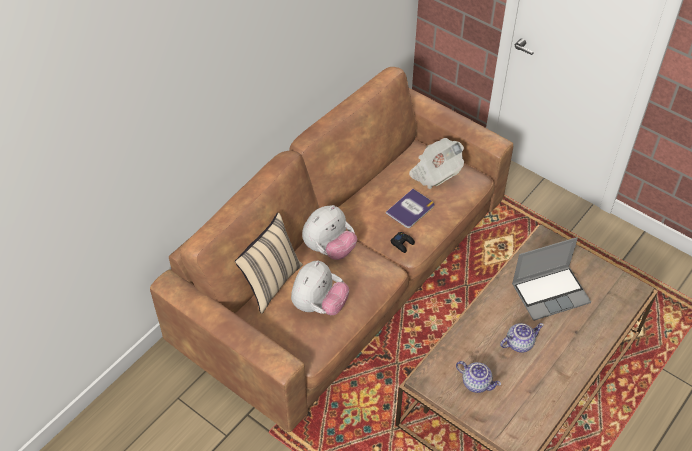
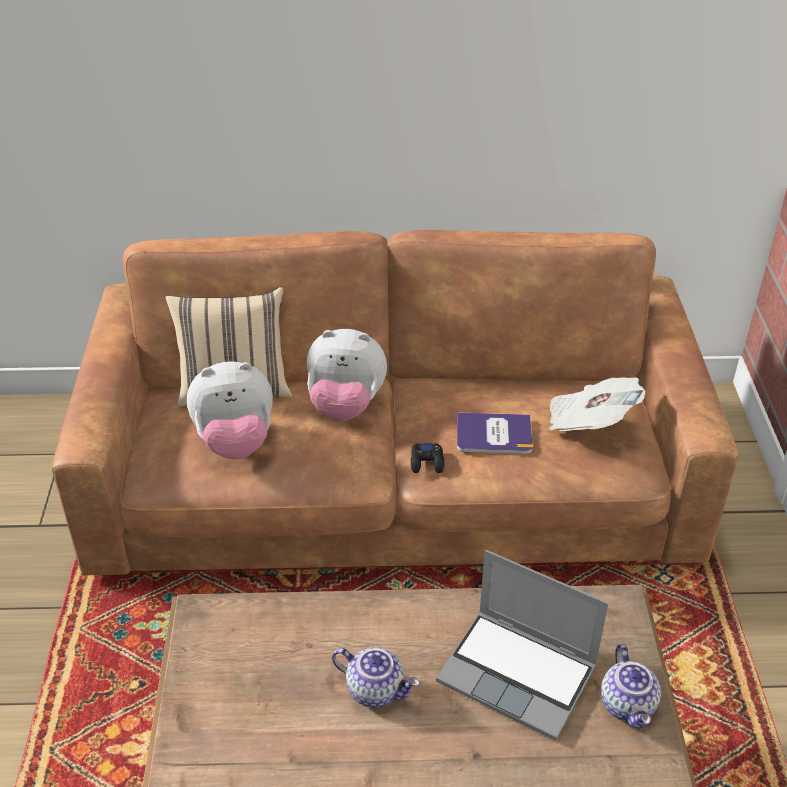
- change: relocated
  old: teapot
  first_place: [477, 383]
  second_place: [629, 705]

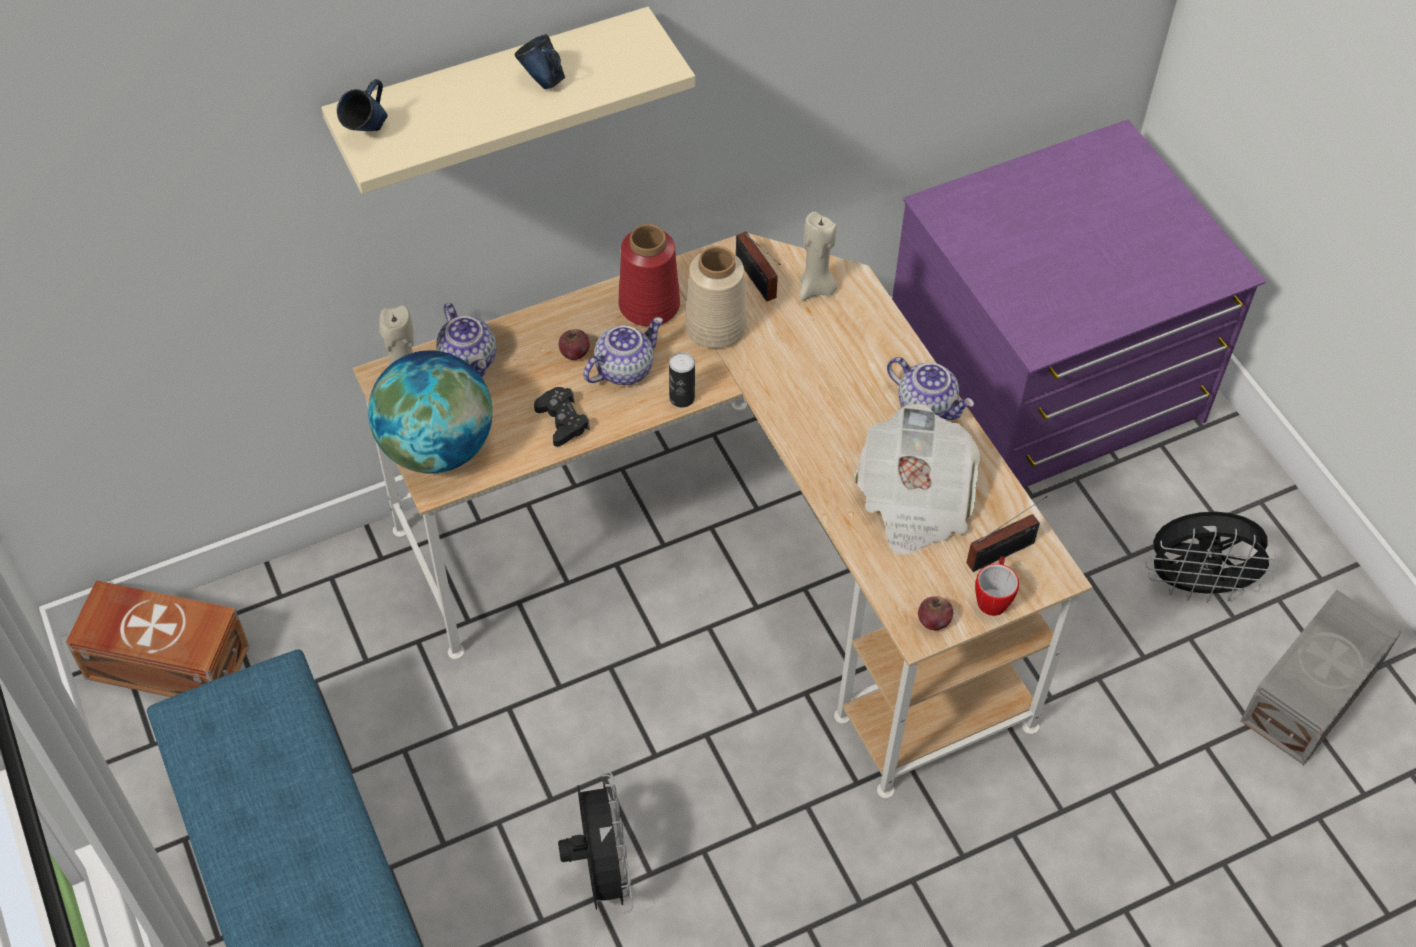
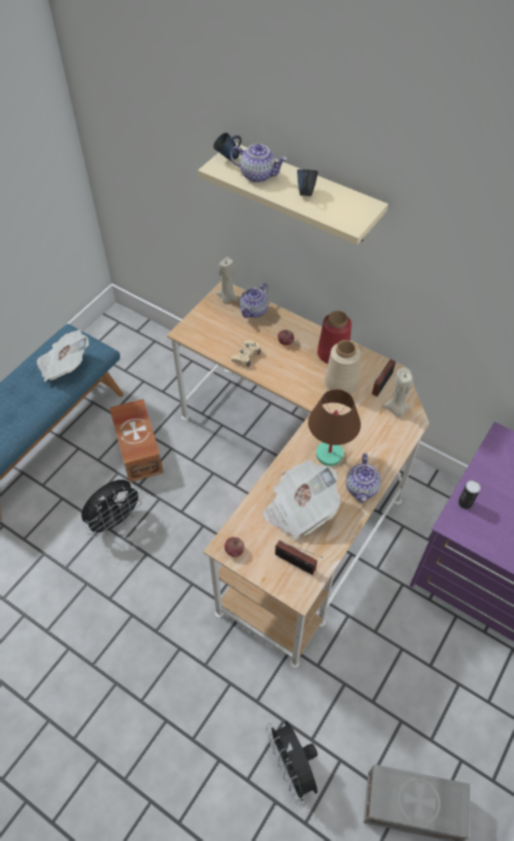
- change: relocated
  old: storage box/brown
  first_place: [166, 660]
  second_place: [139, 448]
- change: missing
  old: globe
  first_place: [437, 448]
- change: colour
  old: game controller/black
  new: game controller/beige
  first_place: [562, 421]
  second_place: [246, 356]
- change: relocated
  old: teapot
  first_place: [624, 368]
  second_place: [258, 175]
- change: relocated
  old: can
  first_place: [682, 398]
  second_place: [465, 503]
- change: missing
  old: mug
  first_place: [993, 597]
- change: relocated
  old: fan/black
  first_place: [1197, 586]
  second_place: [292, 767]
- change: appeared
  new: newspaper
  second_place: [64, 365]
- change: appeared
  new: table lamp/brown
  second_place: [330, 454]

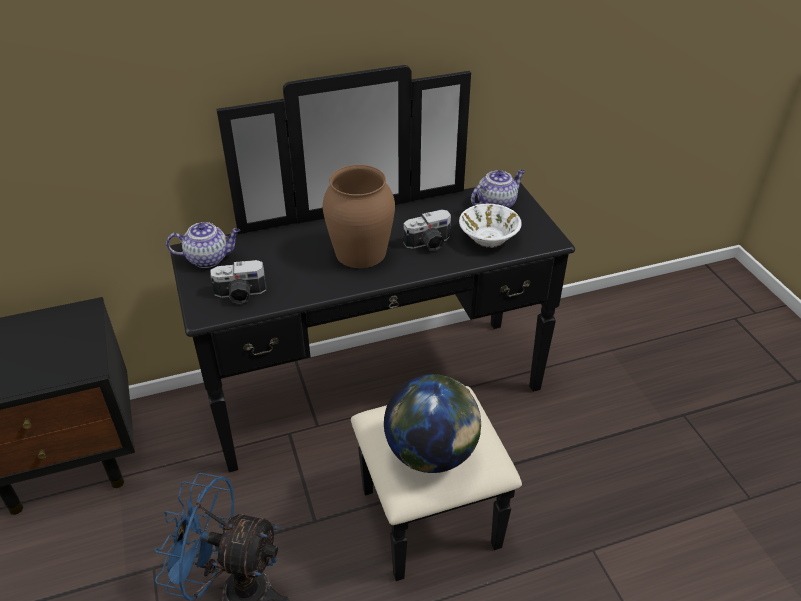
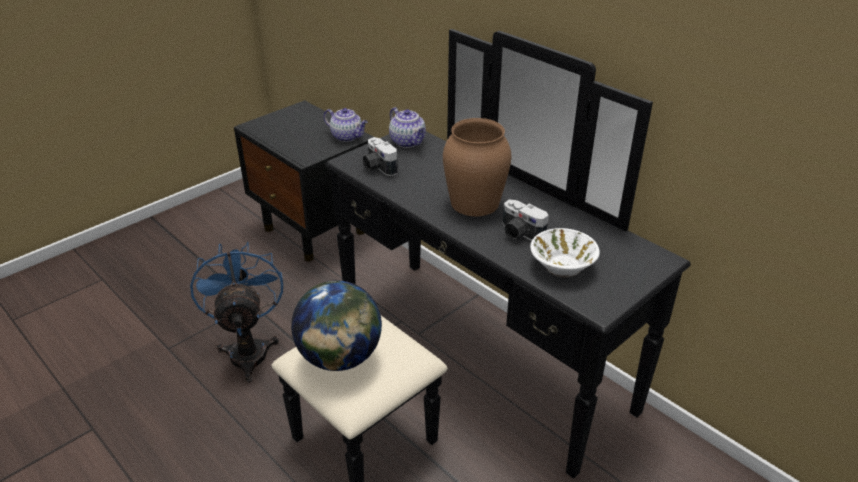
- change: relocated
  old: teapot
  first_place: [496, 204]
  second_place: [347, 137]

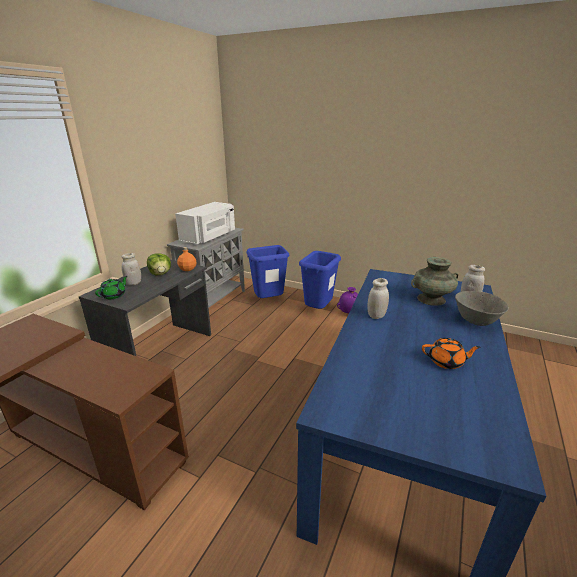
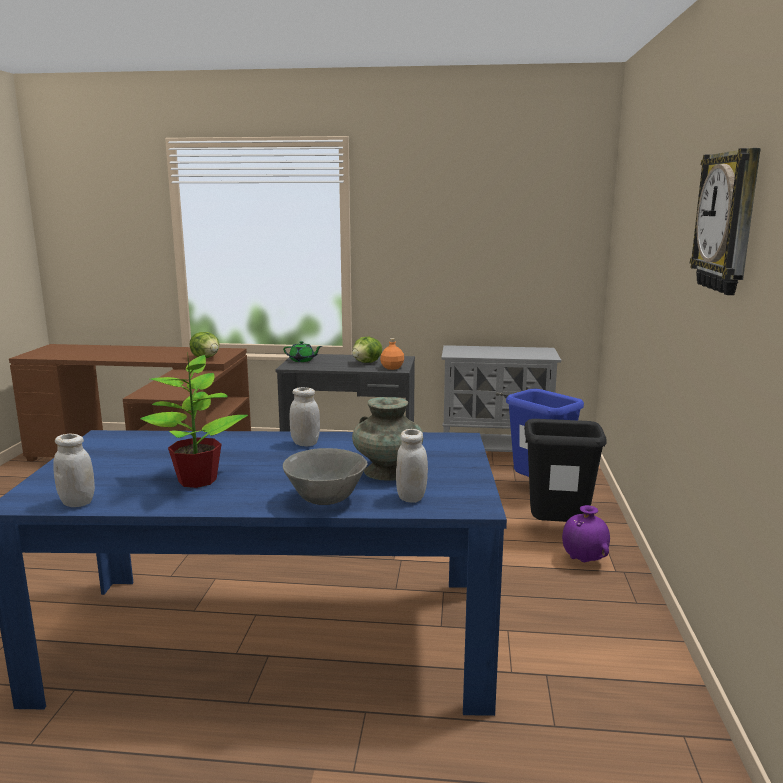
- change: relocated
  old: jar/white
  first_place: [133, 283]
  second_place: [77, 502]
- change: missing
  old: microwave/white
  first_place: [209, 237]
- change: colour
  old: trash can/blue
  new: trash can/black
  first_place: [318, 310]
  second_place: [558, 531]
- change: exchanged
  old: teapot/orange
  new: potted plant
  first_place: [446, 362]
  second_place: [197, 480]
- change: appeared
  new: lettuce
  second_place: [206, 357]
- change: appeared
  new: wall clock
  second_place: [728, 222]

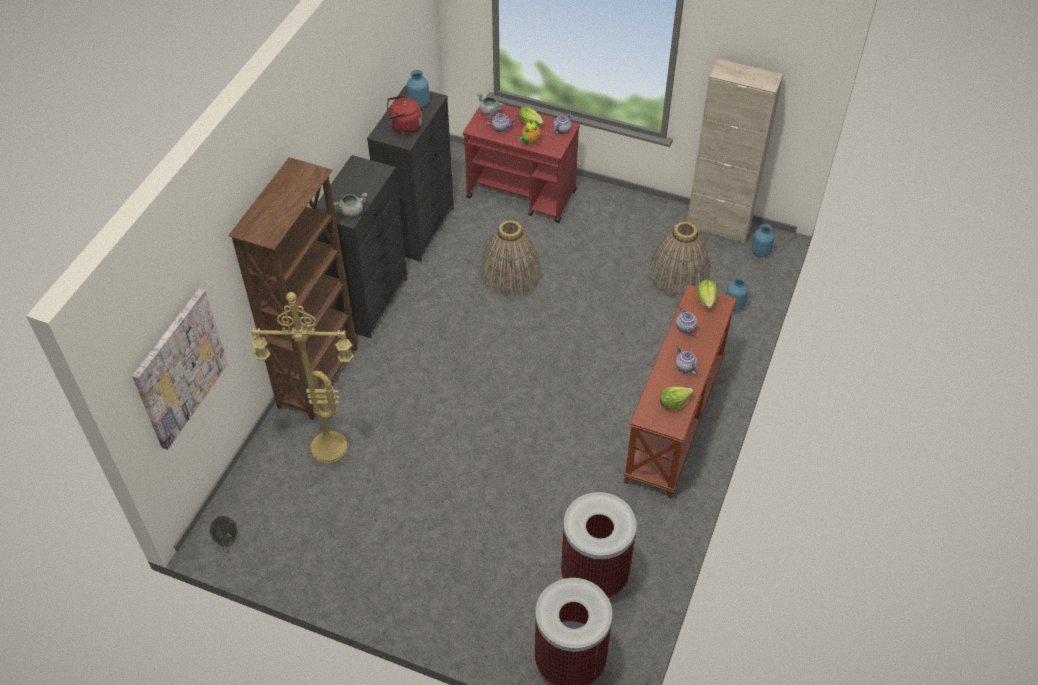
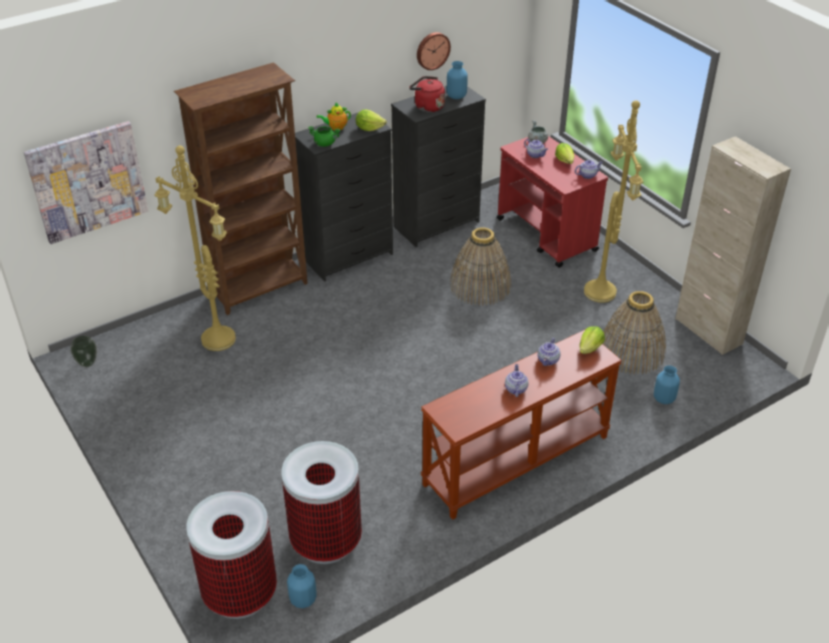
- change: colour
  old: cooking pot/grey
  new: cooking pot/green
  first_place: [351, 211]
  second_place: [325, 143]
- change: relocated
  old: teapot
  first_place: [529, 141]
  second_place: [336, 127]
- change: relocated
  old: lettuce
  first_place: [673, 403]
  second_place: [369, 128]
- change: relocated
  old: vase/blue
  first_place: [760, 252]
  second_place: [303, 599]
- change: appeared
  new: wall clock
  second_place: [432, 50]
- change: appeared
  new: floor lamp/yellow
  second_place: [602, 293]

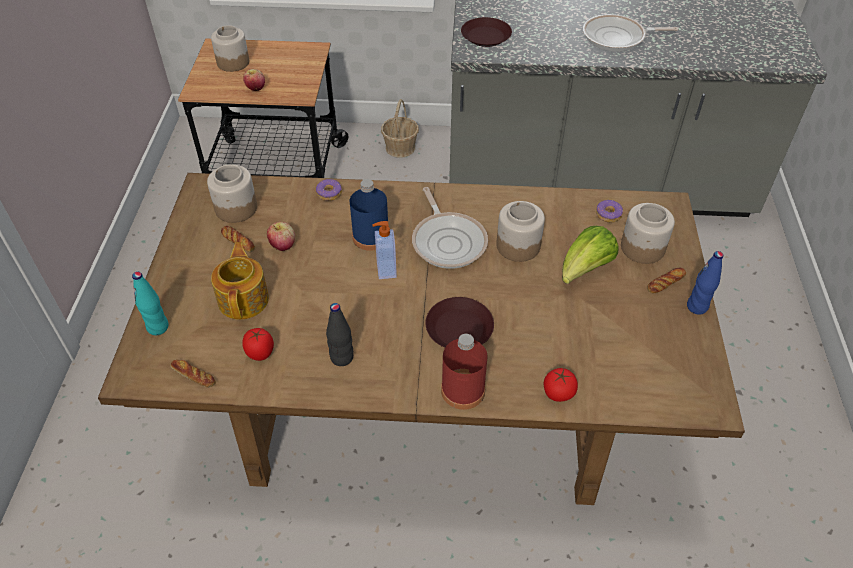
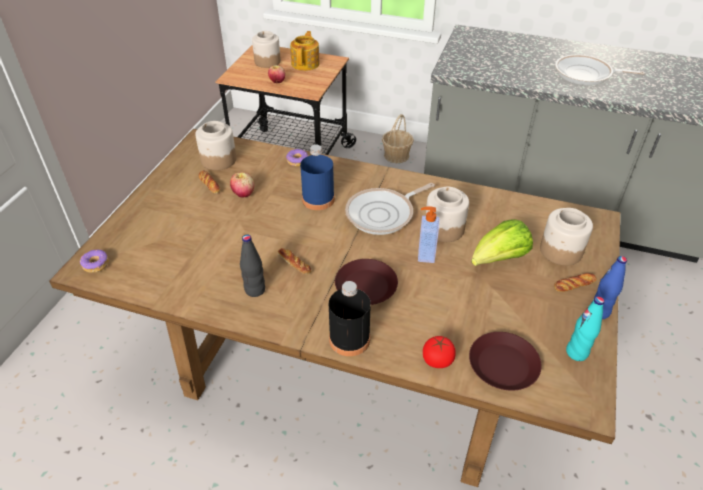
- change: relocated
  old: bottle/turquoise
  first_place: [158, 327]
  second_place: [577, 352]
- change: relocated
  old: bread
  first_place: [193, 375]
  second_place: [294, 264]
- change: relocated
  old: teapot
  first_place: [244, 299]
  second_place: [306, 63]
- change: missing
  old: tomato
  first_place: [260, 353]
- change: relocated
  old: soap dispenser
  first_place: [385, 269]
  second_place: [425, 254]
- change: spun
  old: frying pan
  first_place: [448, 241]
  second_place: [383, 214]
  degrees: 60
- change: colour
  old: bottle/red
  new: bottle/black
  first_place: [463, 390]
  second_place: [349, 339]
- change: relocated
  old: plate/brown
  first_place: [485, 37]
  second_place: [502, 365]
- change: relocated
  old: donut
  first_place: [608, 215]
  second_place: [96, 264]

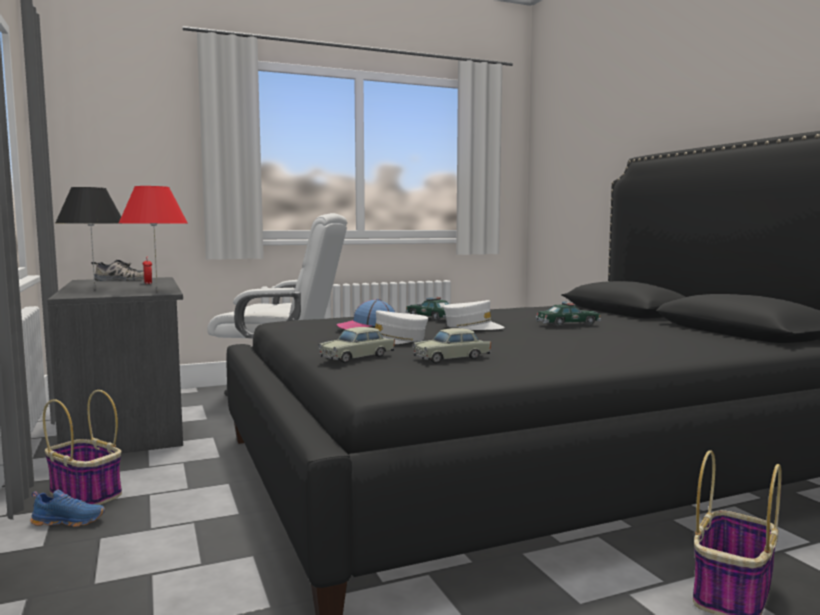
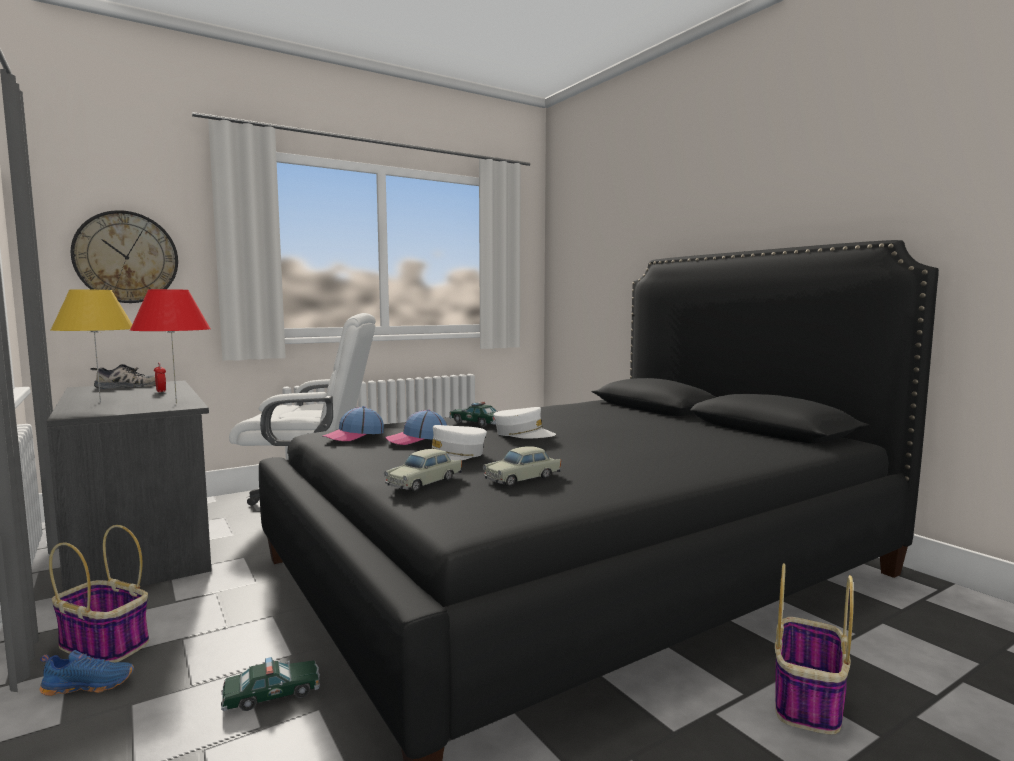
- change: colour
  old: table lamp/black
  new: table lamp/yellow
  first_place: [94, 289]
  second_place: [100, 402]
- change: relocated
  old: toy car
  first_place: [568, 324]
  second_place: [272, 694]
- change: appeared
  new: wall clock
  second_place: [126, 257]
- change: appeared
  new: cap
  second_place: [354, 435]

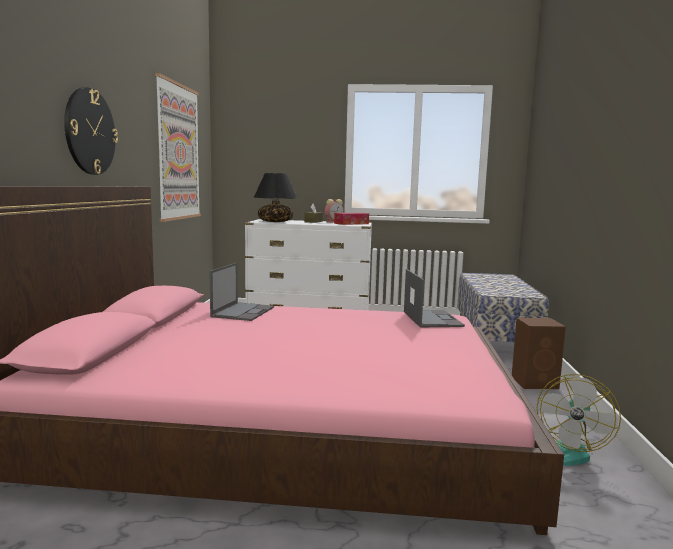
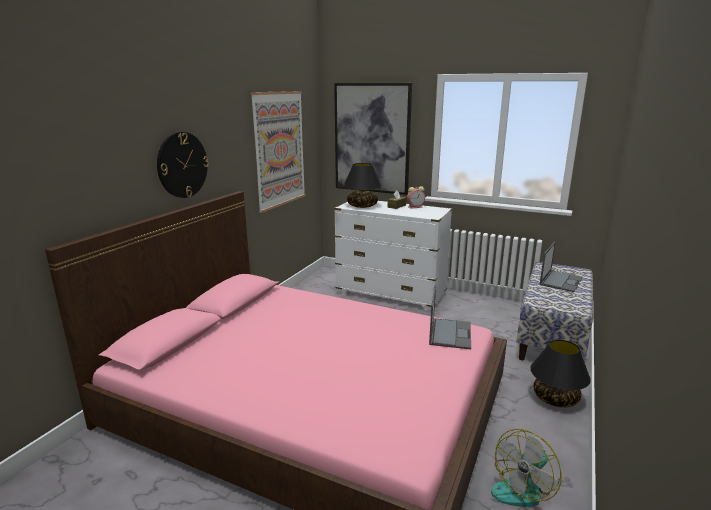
- change: relocated
  old: laptop
  first_place: [243, 312]
  second_place: [561, 281]
- change: missing
  old: tissue box
  first_place: [351, 223]
- change: exchanged
  old: speaker/brown
  new: table lamp/black
  first_place: [535, 382]
  second_place: [555, 398]
- change: appeared
  new: picture
  second_place: [372, 138]

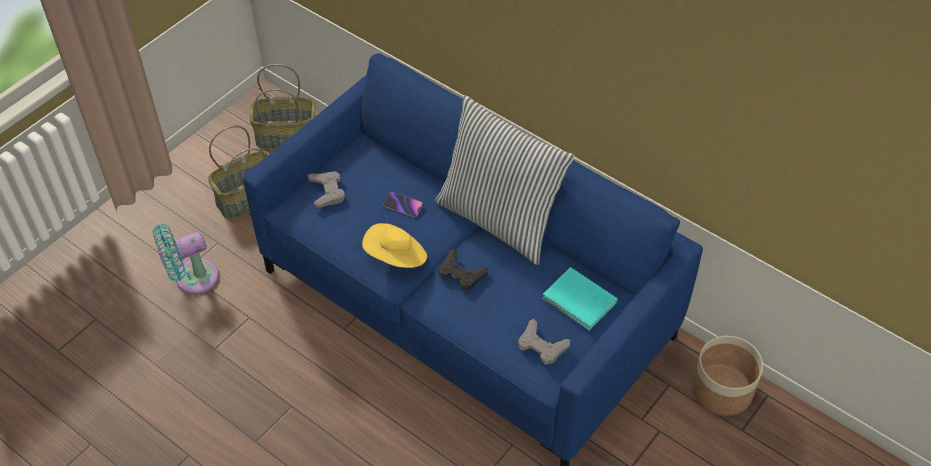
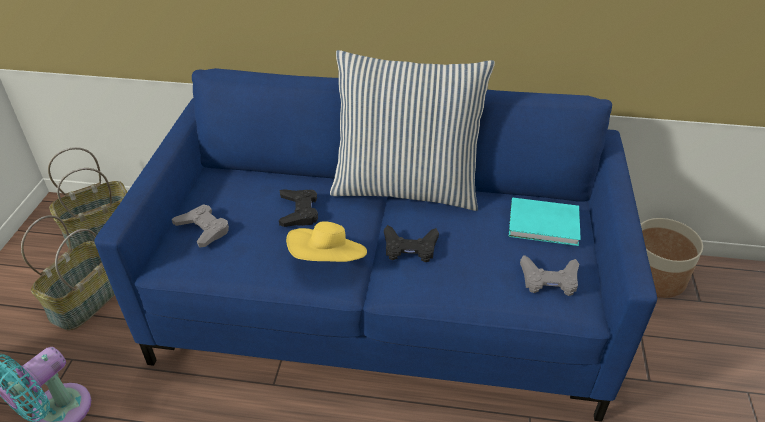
- change: exchanged
  old: phone
  new: game controller/black
  first_place: [403, 206]
  second_place: [299, 211]

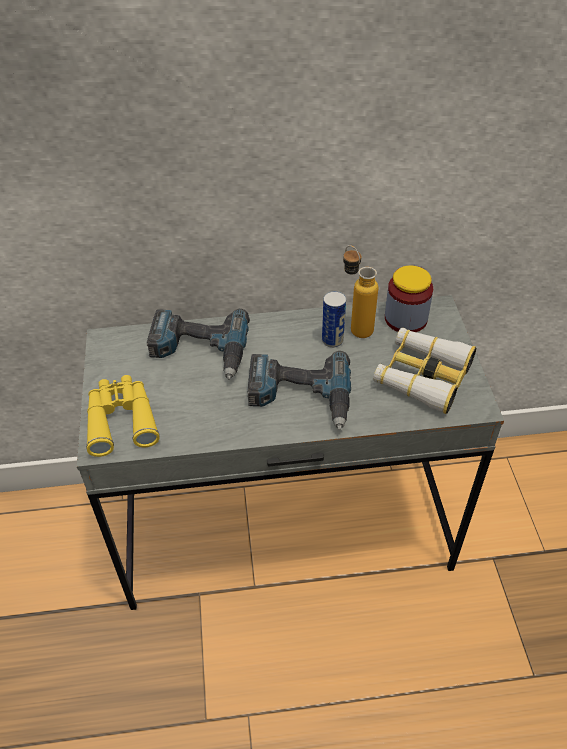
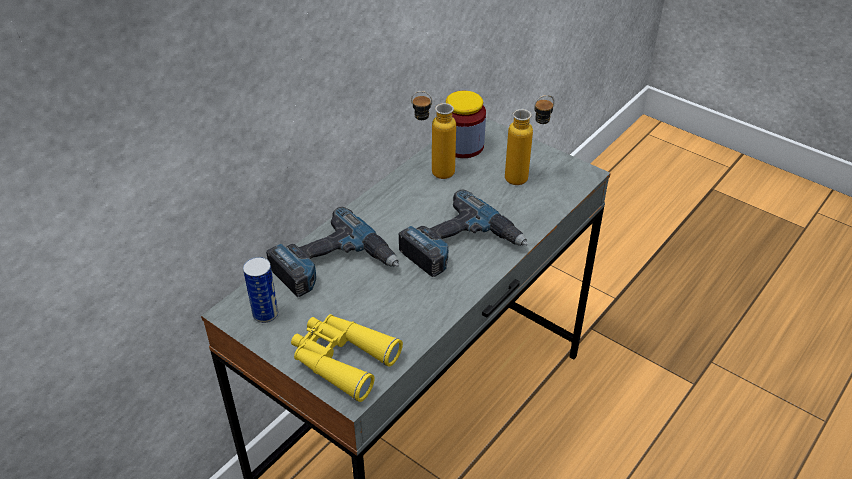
- change: relocated
  old: can
  first_place: [332, 340]
  second_place: [265, 314]
- change: exchanged
  old: binoculars
  new: bottle
  first_place: [422, 376]
  second_place: [525, 177]

